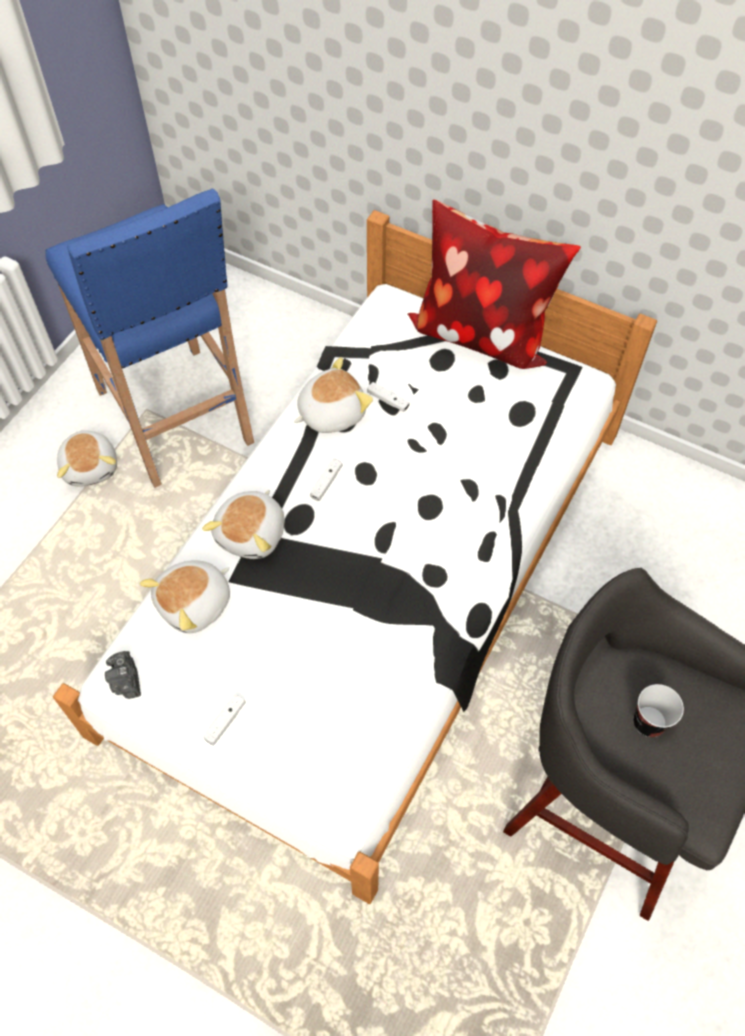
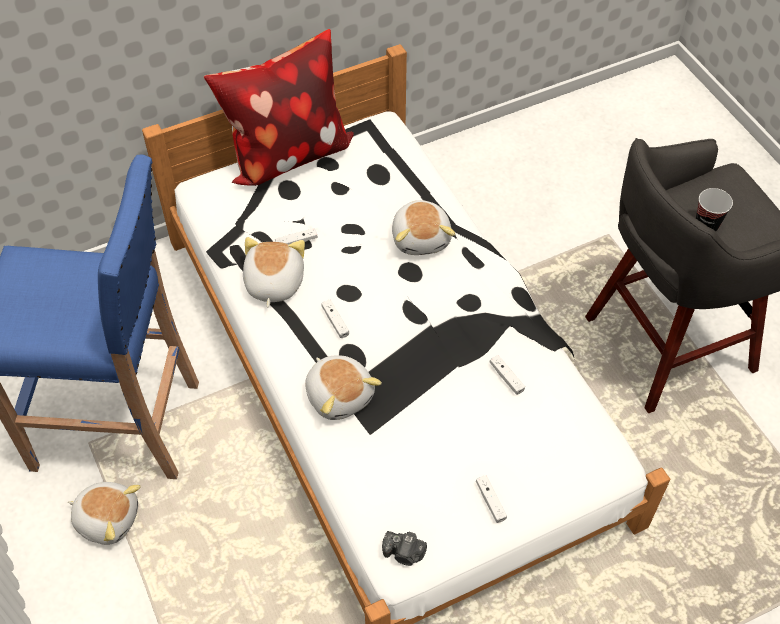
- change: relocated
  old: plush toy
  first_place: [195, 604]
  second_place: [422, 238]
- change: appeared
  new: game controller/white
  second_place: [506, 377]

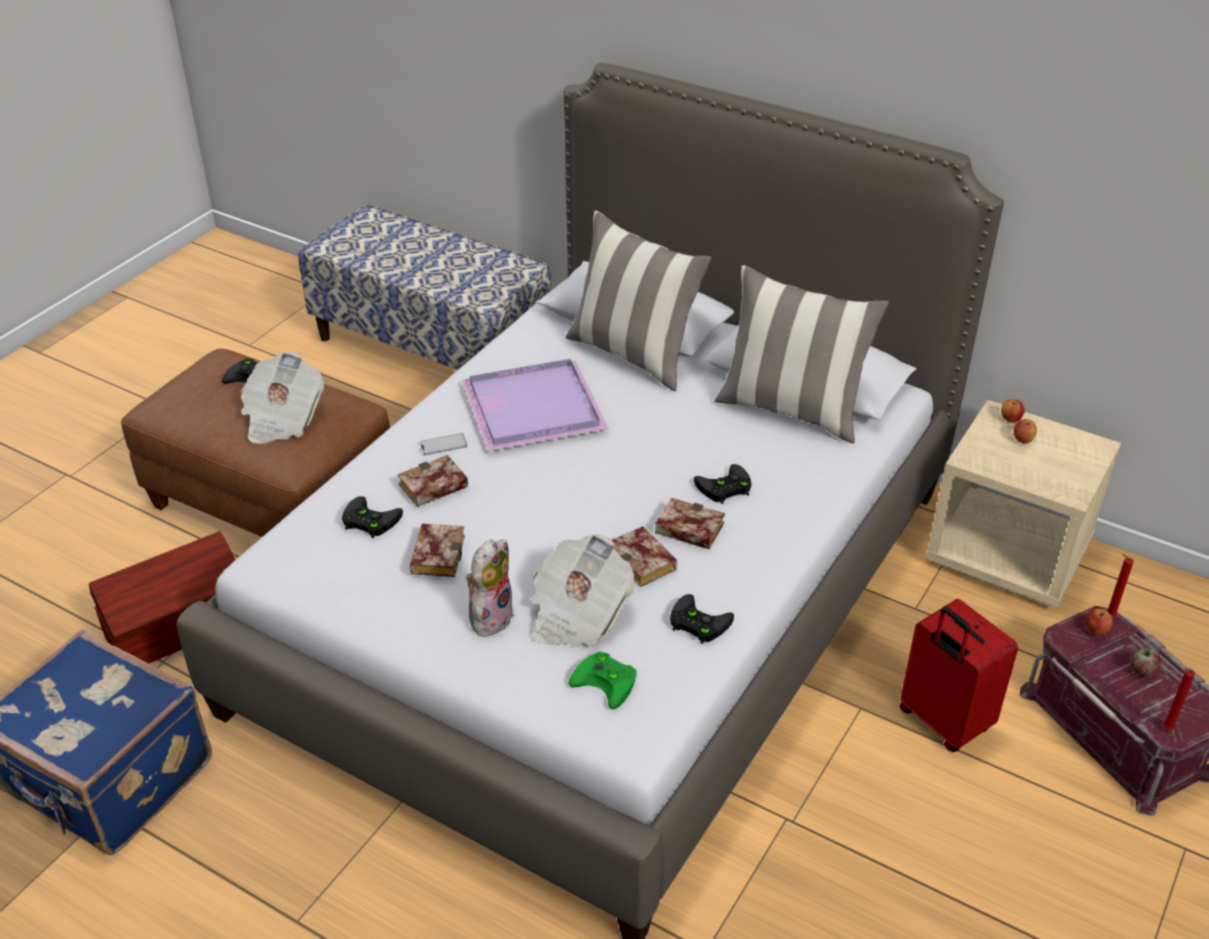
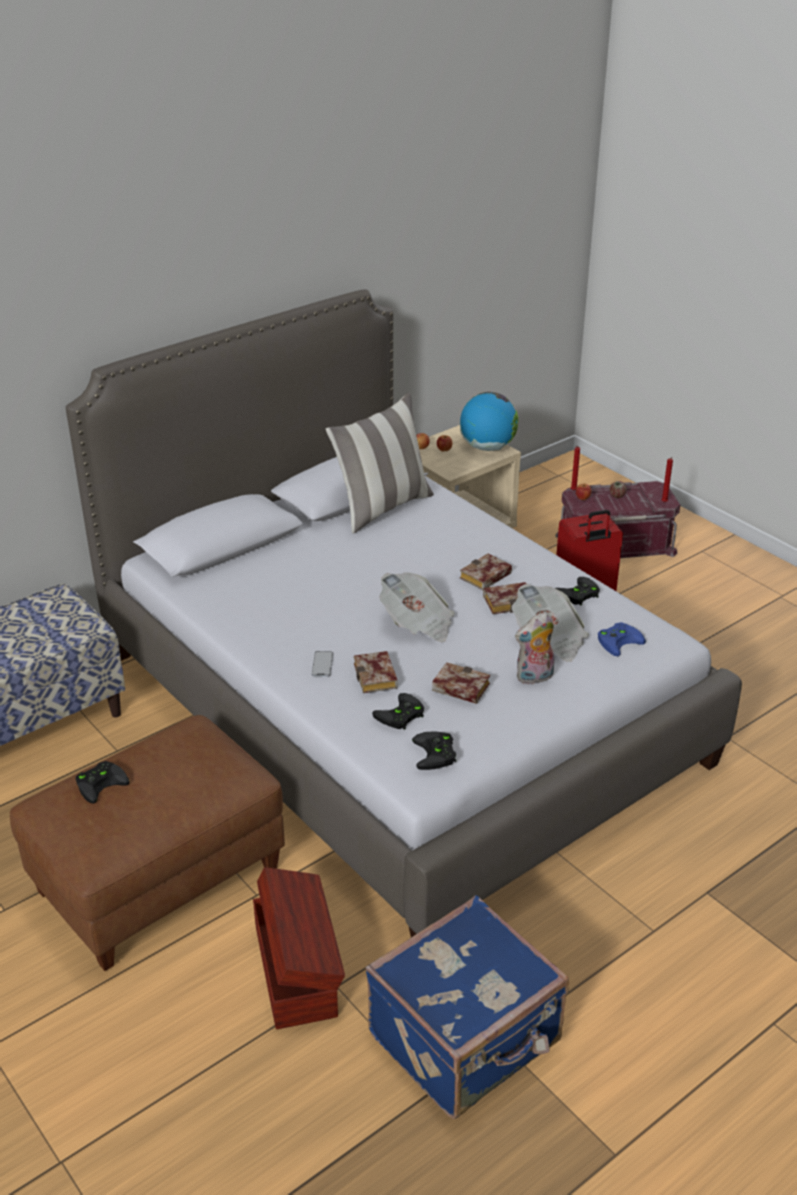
- change: relocated
  old: newspaper
  first_place: [282, 418]
  second_place: [417, 624]
- change: missing
  old: tray/purple
  first_place: [530, 407]
- change: spun
  old: plush toy
  first_place: [490, 616]
  second_place: [534, 678]
  degrees: -75
- change: missing
  old: pillow
  first_place: [633, 355]
- change: colour
  old: game controller/green
  new: game controller/blue
  first_place: [608, 682]
  second_place: [619, 640]
- change: relocated
  old: game controller/black
  first_place: [723, 488]
  second_place: [436, 754]
- change: appeared
  new: globe
  second_place: [487, 447]

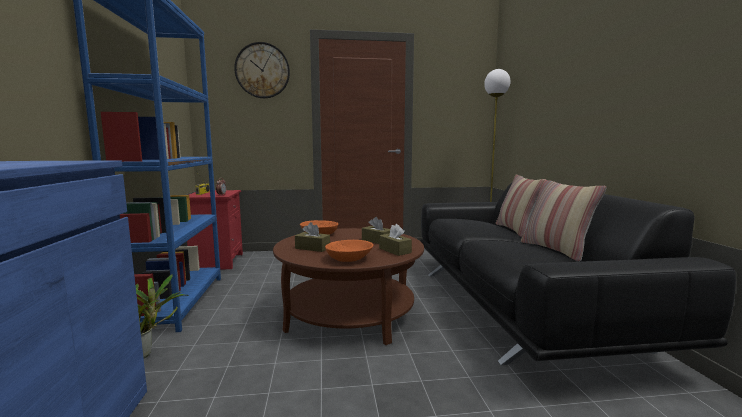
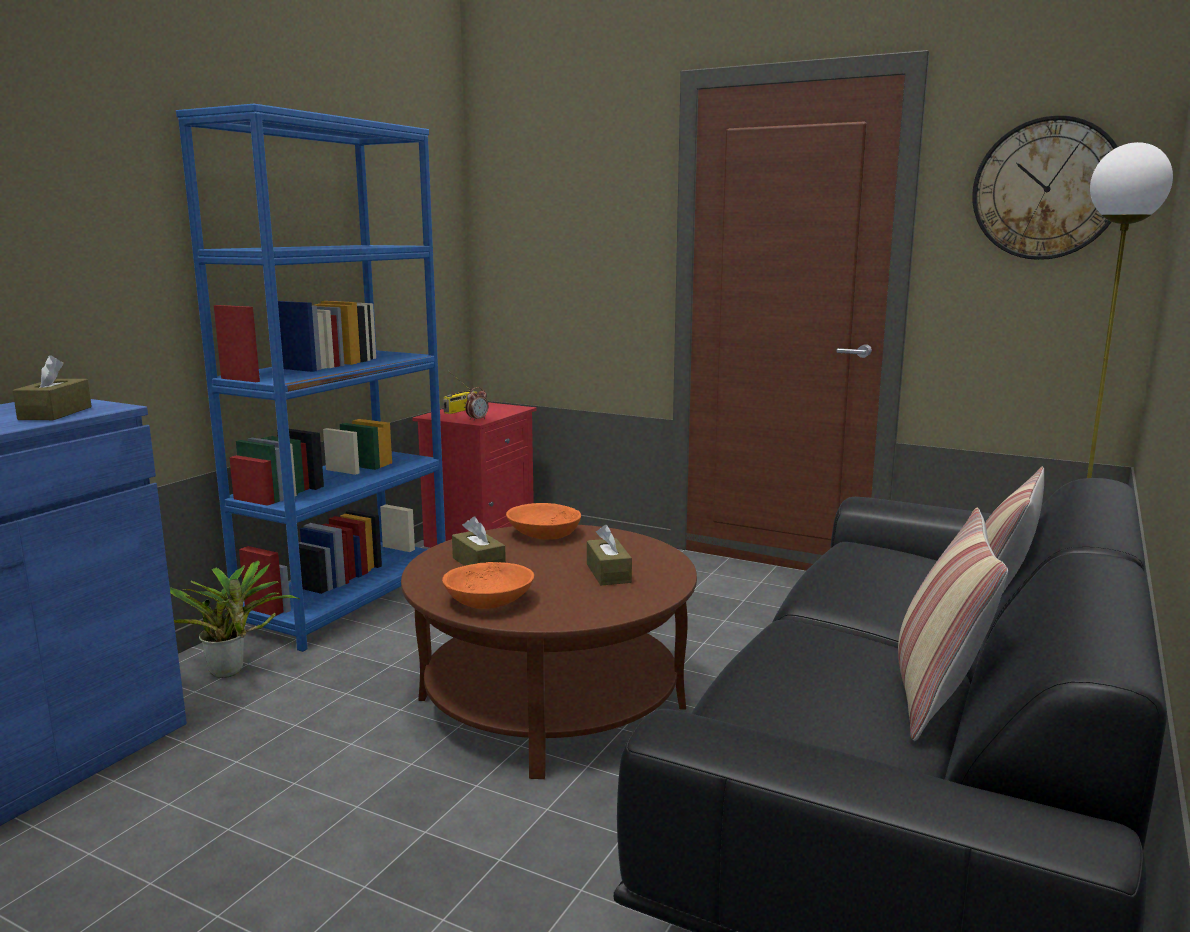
- change: relocated
  old: wall clock
  first_place: [262, 70]
  second_place: [1046, 189]
- change: relocated
  old: tissue box/brown
  first_place: [395, 250]
  second_place: [55, 413]

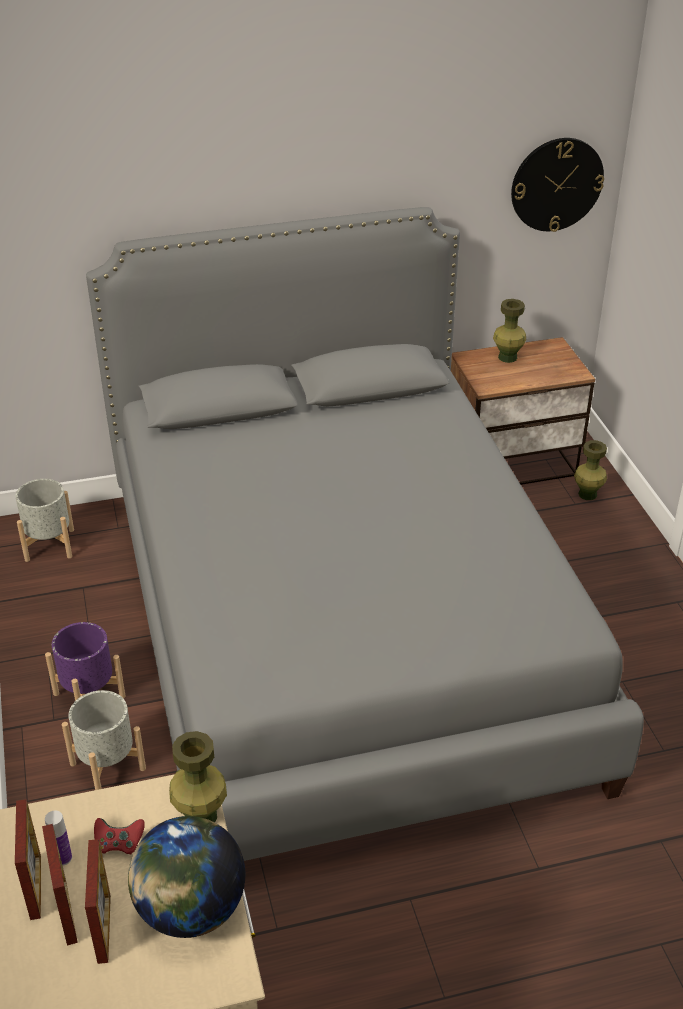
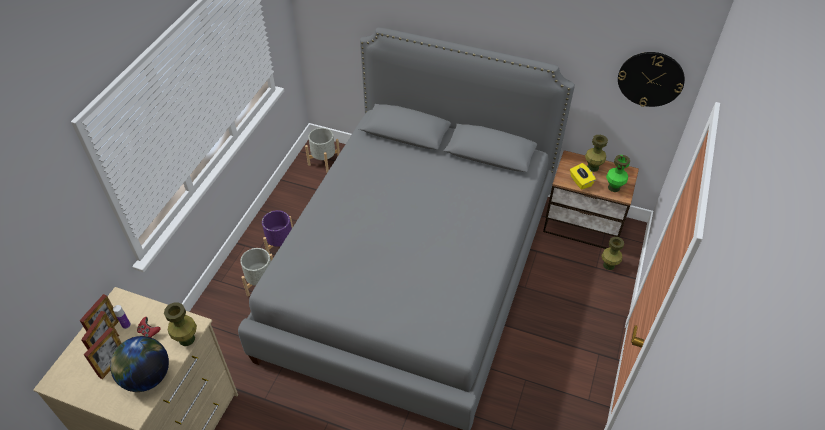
- change: appeared
  new: tissue box/yellow
  second_place: [580, 182]
- change: appeared
  new: vase/green
  second_place: [613, 187]

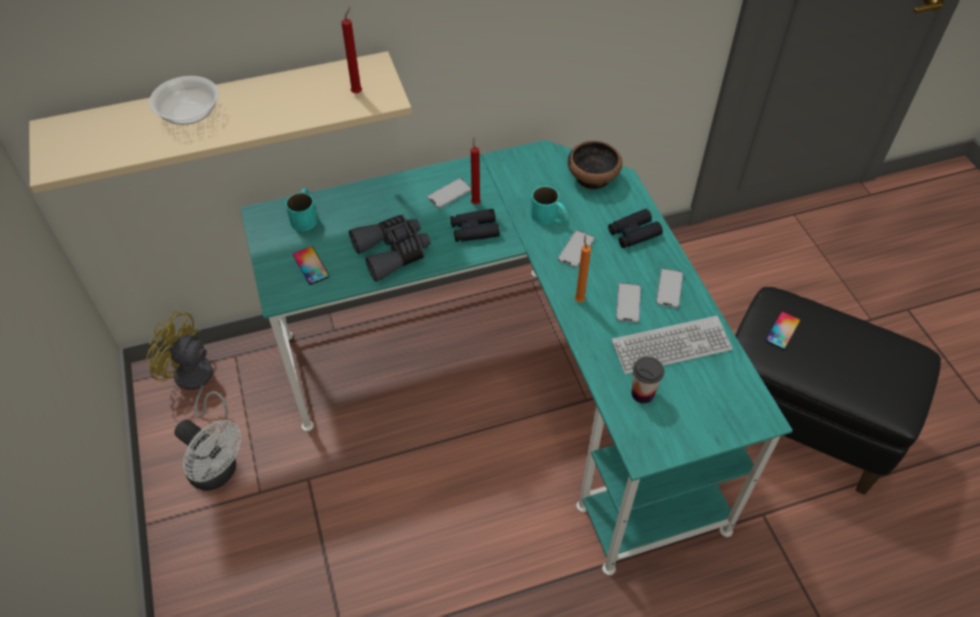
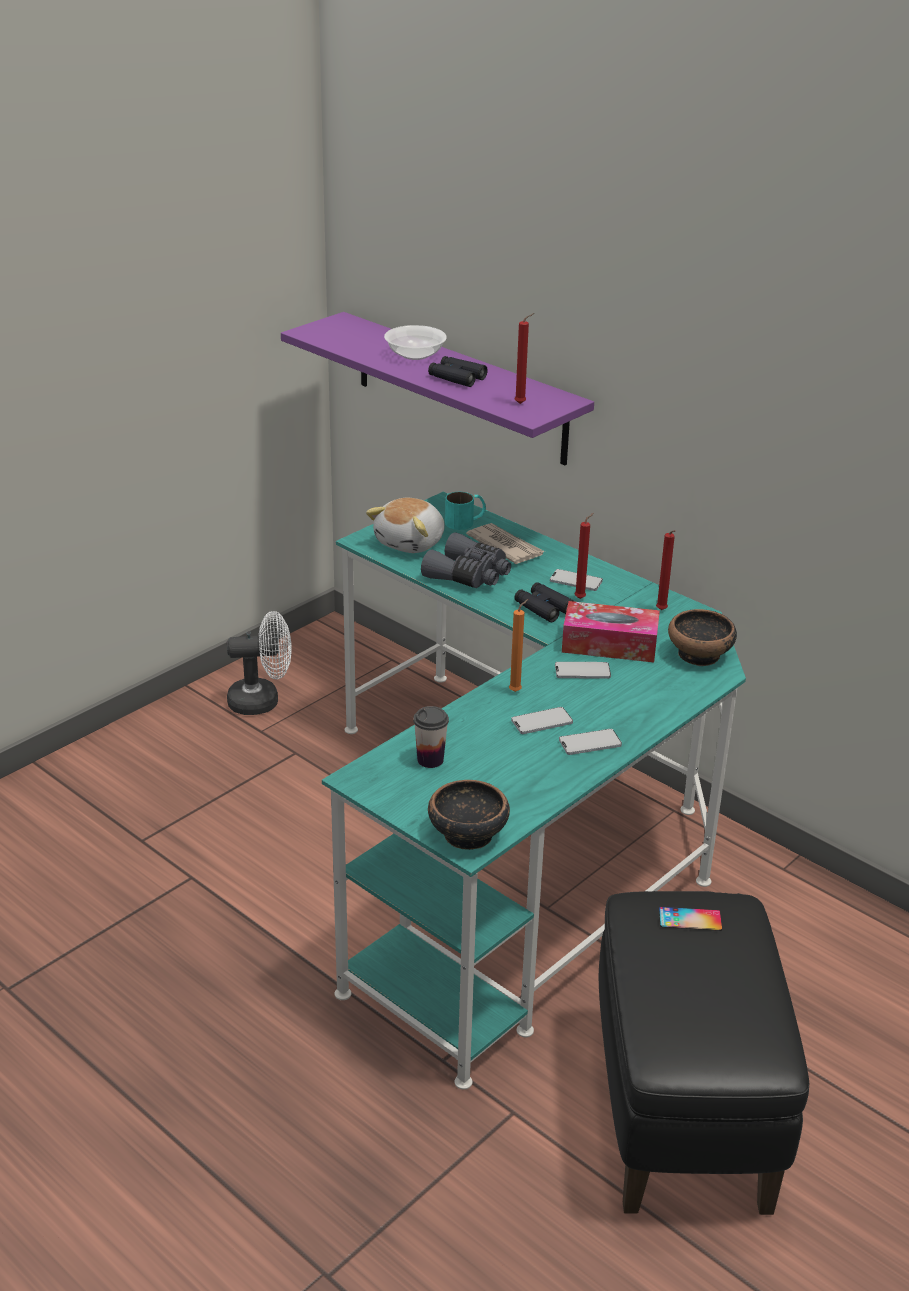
- change: colour
  old: shelf/beige
  new: shelf/purple
  first_place: [224, 115]
  second_place: [460, 388]
- change: missing
  old: fan/yellow
  first_place: [195, 383]
- change: spun
  old: fan/white
  first_place: [218, 473]
  second_place: [262, 701]
  degrees: -105
- change: exchanged
  old: phone
  new: plush toy
  first_place: [311, 265]
  second_place: [411, 543]
- change: exchanged
  old: mug/turquoise
  new: tissue box
  first_place: [549, 217]
  second_place: [609, 644]
- change: relocated
  old: binoculars/black
  first_place: [633, 233]
  second_place: [457, 377]
- change: missing
  old: keyboard
  first_place: [671, 346]
- change: appeared
  new: bowl
  second_place: [467, 834]
- change: appeared
  new: newspaper
  second_place: [505, 546]
- change: appeared
  new: candle/red
  second_place: [662, 611]

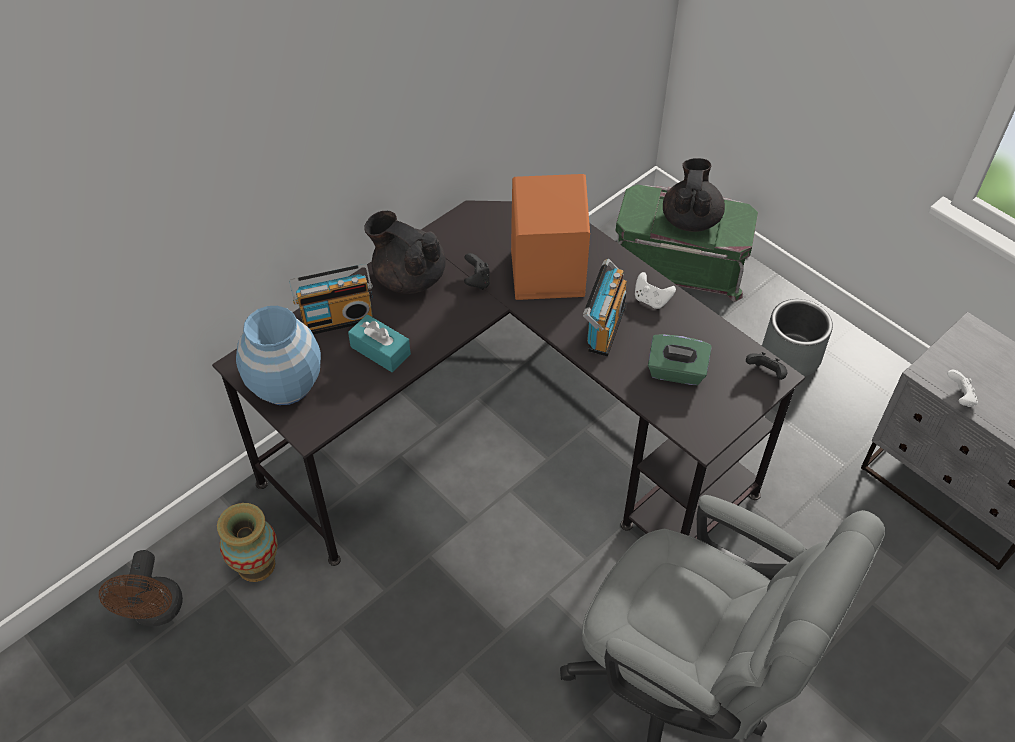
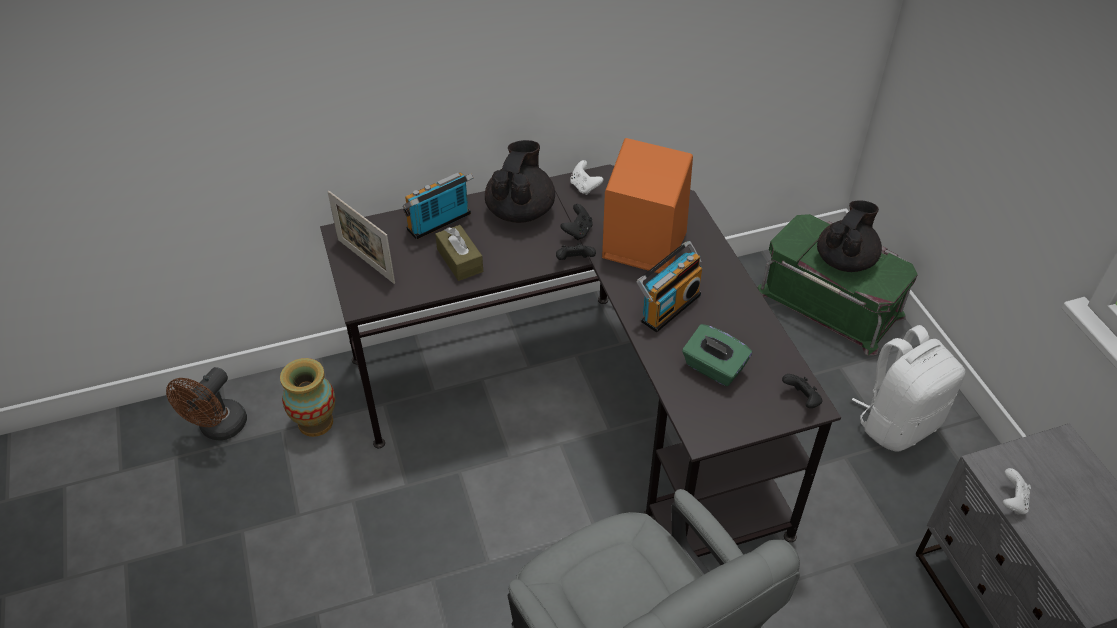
- change: exchanged
  old: vase/blue
  new: picture frame
  first_place: [285, 384]
  second_place: [366, 261]
- change: spun
  old: radio
  first_place: [337, 318]
  second_place: [440, 223]
  degrees: 135
- change: colour
  old: tissue box/turquoise
  new: tissue box/brown
  first_place: [380, 350]
  second_place: [460, 260]
- change: spun
  old: teapot/black
  first_place: [408, 277]
  second_place: [520, 210]
  degrees: 45
- change: relocated
  old: game controller/white
  first_place: [651, 300]
  second_place: [584, 187]
- change: exchanged
  old: planter/grey
  new: backpack/white
  first_place: [790, 355]
  second_place: [897, 423]
- change: appeared
  new: game controller/black
  second_place: [574, 261]

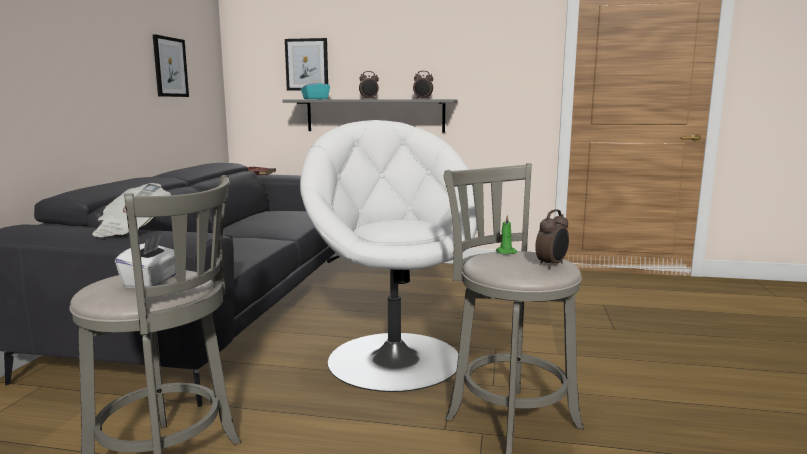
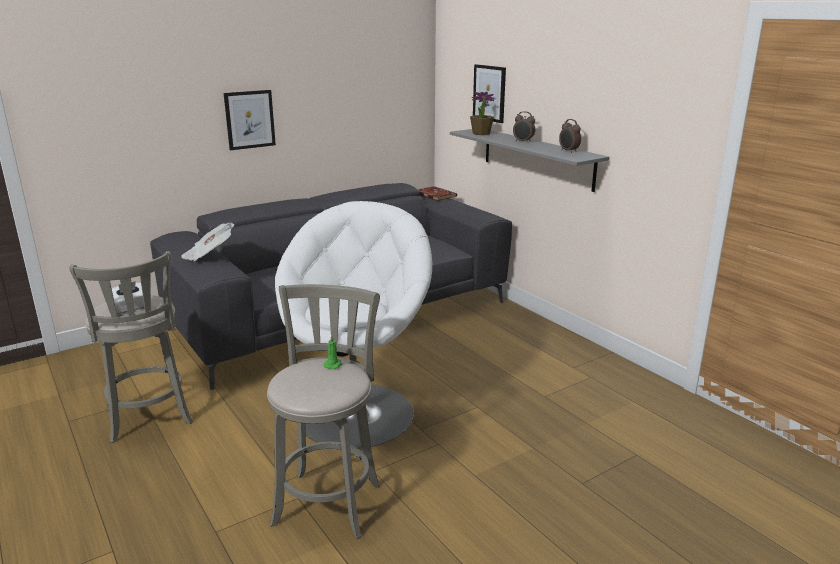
- change: relocated
  old: picture
  first_place: [170, 67]
  second_place: [249, 119]
- change: exchanged
  old: tissue box/turquoise
  new: potted plant
  first_place: [315, 99]
  second_place: [481, 133]
- change: missing
  old: alarm clock
  first_place: [552, 265]

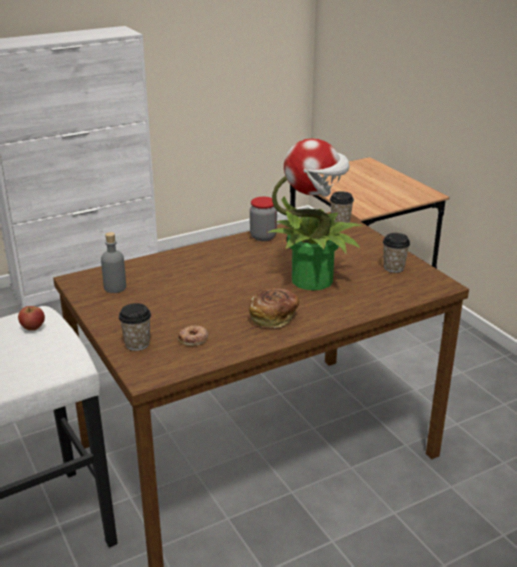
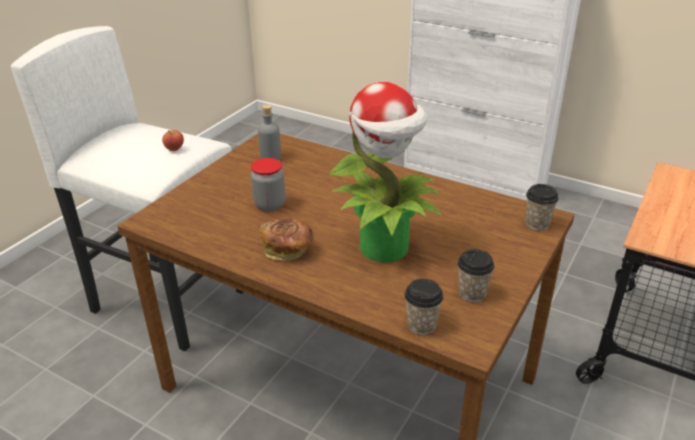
- change: relocated
  old: cup
  first_place: [137, 344]
  second_place: [421, 325]
- change: missing
  old: donut
  first_place: [193, 339]
- change: relocated
  old: jar
  first_place: [263, 237]
  second_place: [270, 205]

